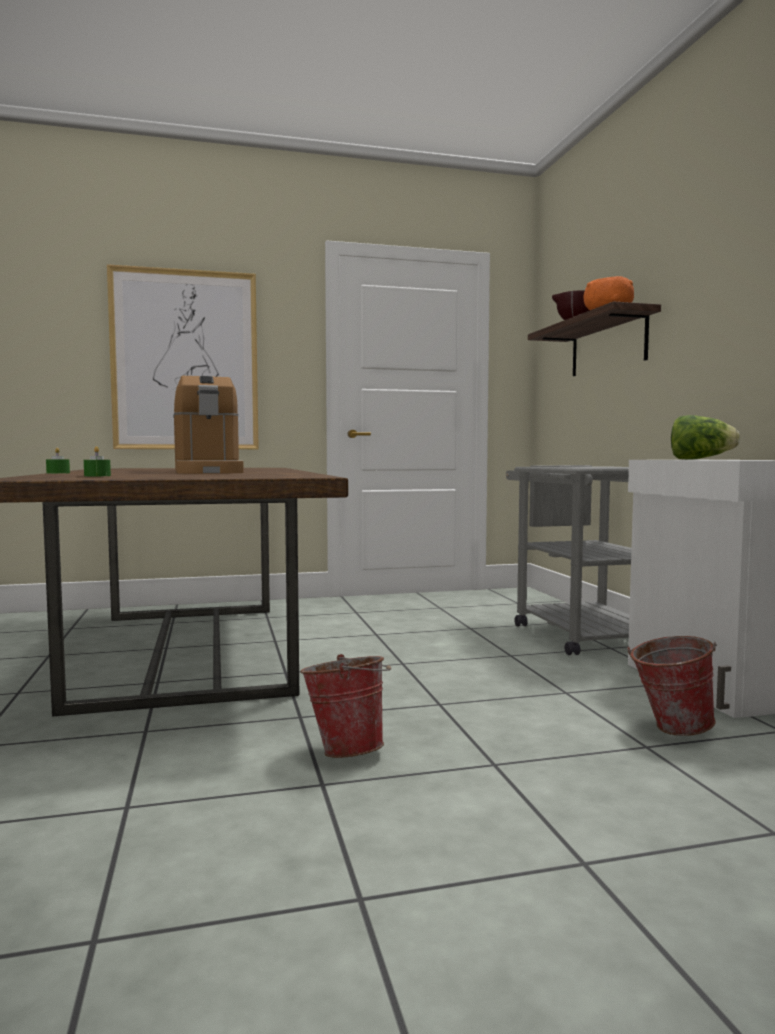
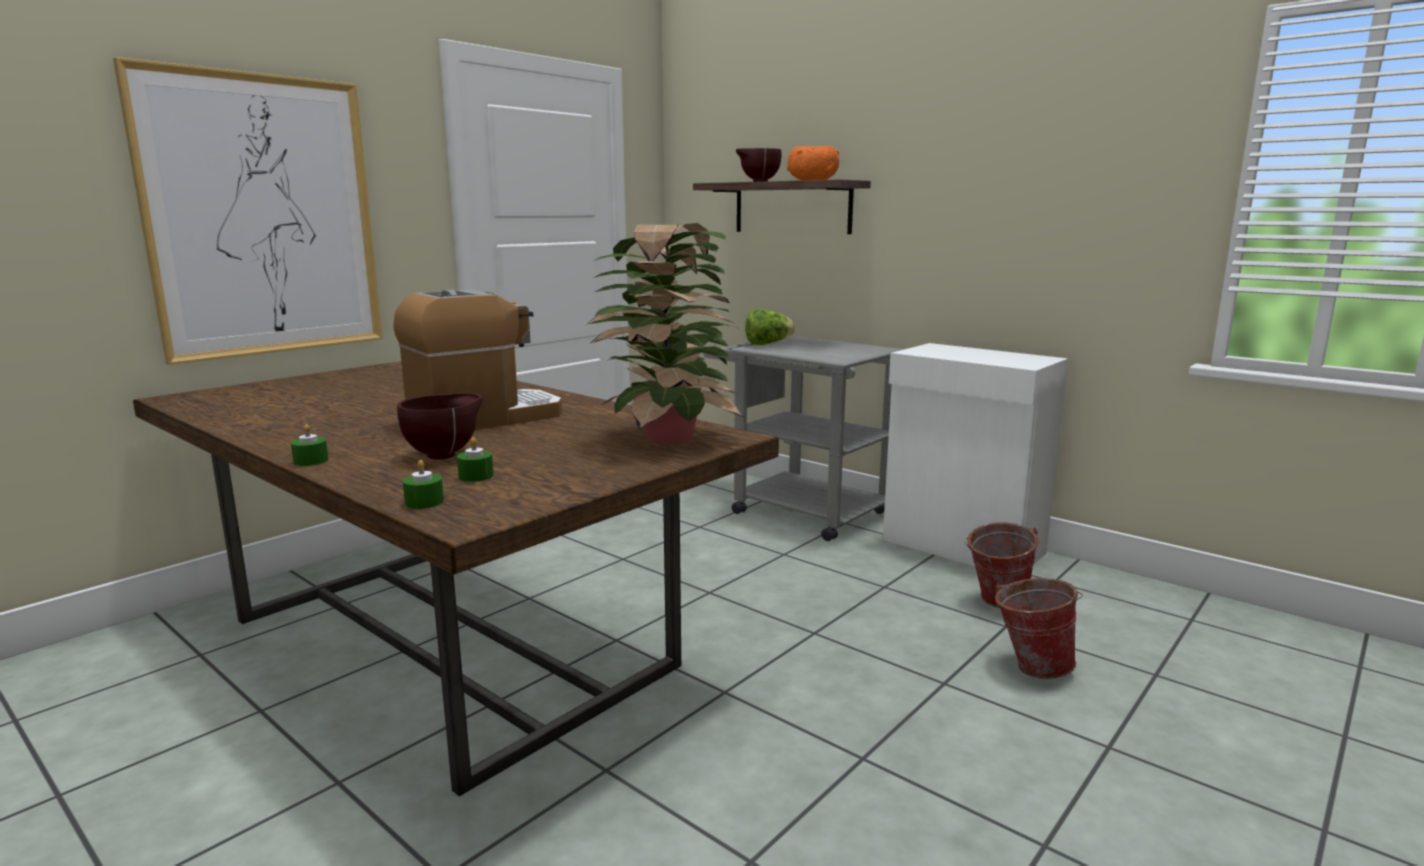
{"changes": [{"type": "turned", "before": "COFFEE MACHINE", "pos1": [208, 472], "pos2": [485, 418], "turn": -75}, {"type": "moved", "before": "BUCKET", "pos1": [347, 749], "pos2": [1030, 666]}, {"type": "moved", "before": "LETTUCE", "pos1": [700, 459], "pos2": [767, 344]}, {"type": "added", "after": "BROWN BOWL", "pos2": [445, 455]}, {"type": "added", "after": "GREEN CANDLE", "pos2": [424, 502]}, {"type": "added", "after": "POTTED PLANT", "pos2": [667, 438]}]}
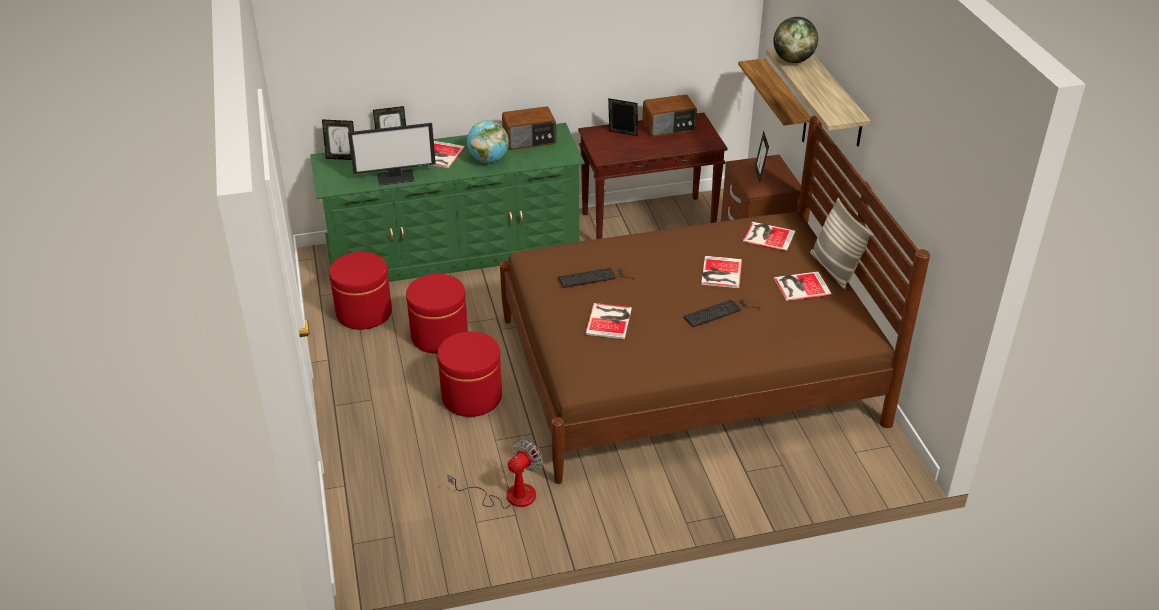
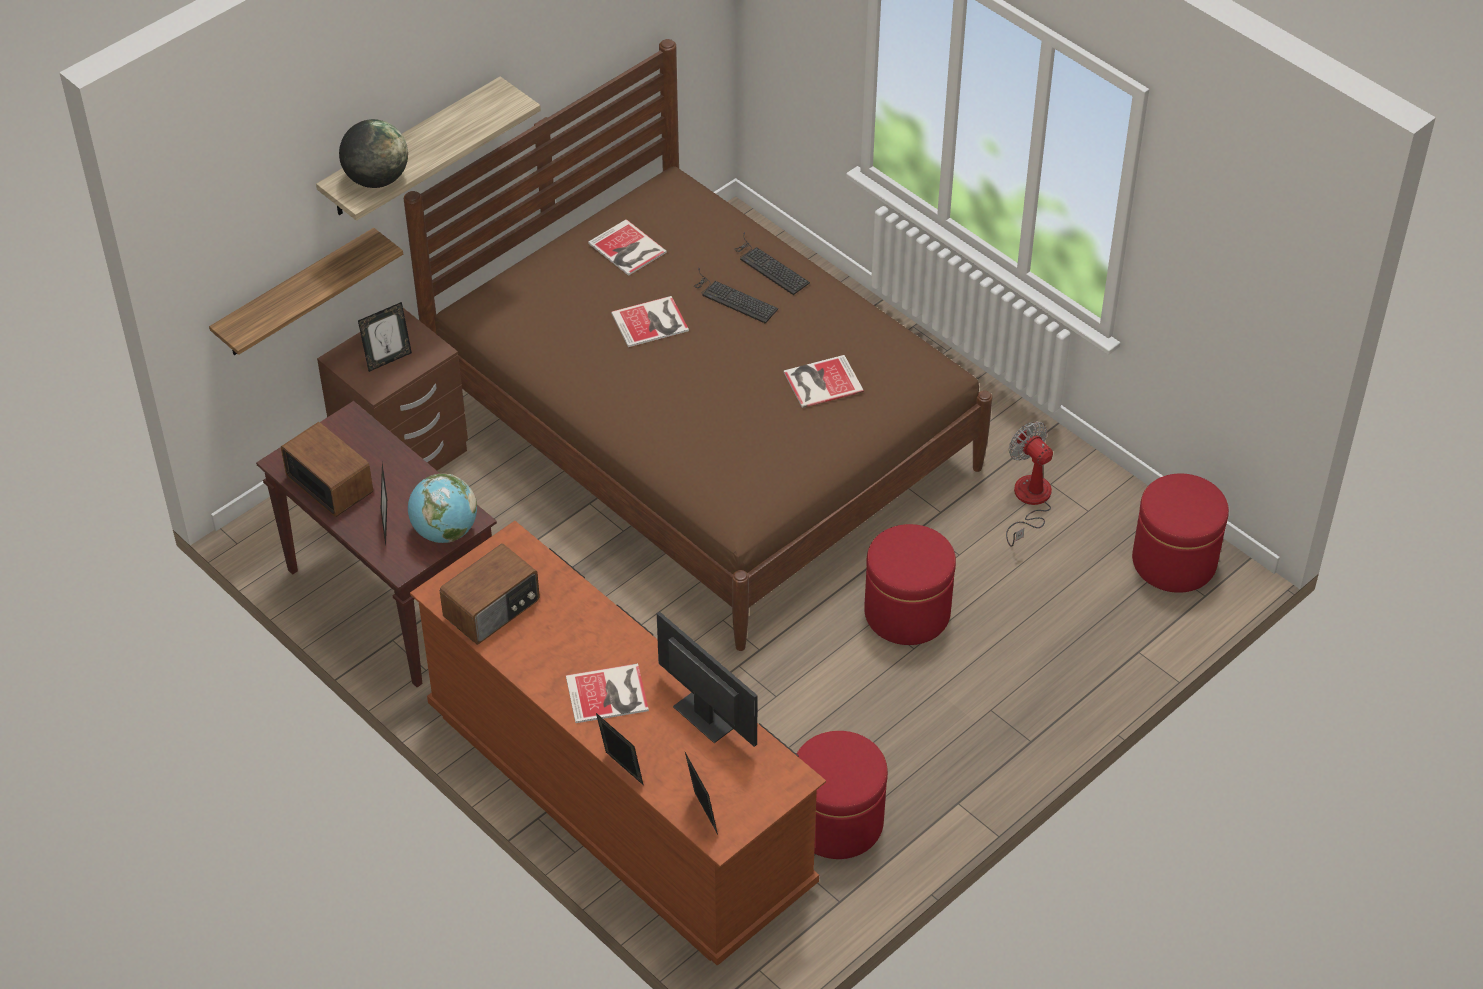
{"changes": [{"type": "recoloured", "before": "GREEN DRESSER", "after": "BROWN DRESSER", "pos1": [454, 251], "pos2": [619, 798]}, {"type": "moved", "before": "RED OTTOMAN", "pos1": [439, 336], "pos2": [1174, 561]}, {"type": "turned", "before": "FAN", "pos1": [509, 495], "pos2": [1029, 501], "turn": 45}, {"type": "moved", "before": "GLOBE", "pos1": [488, 159], "pos2": [445, 531]}, {"type": "turned", "before": "RADIO", "pos1": [530, 140], "pos2": [493, 609], "turn": 90}, {"type": "moved", "before": "KEYBOARD", "pos1": [594, 278], "pos2": [768, 266]}, {"type": "removed", "before": "BOOK", "pos1": [767, 236]}, {"type": "removed", "before": "PILLOW", "pos1": [834, 269]}]}
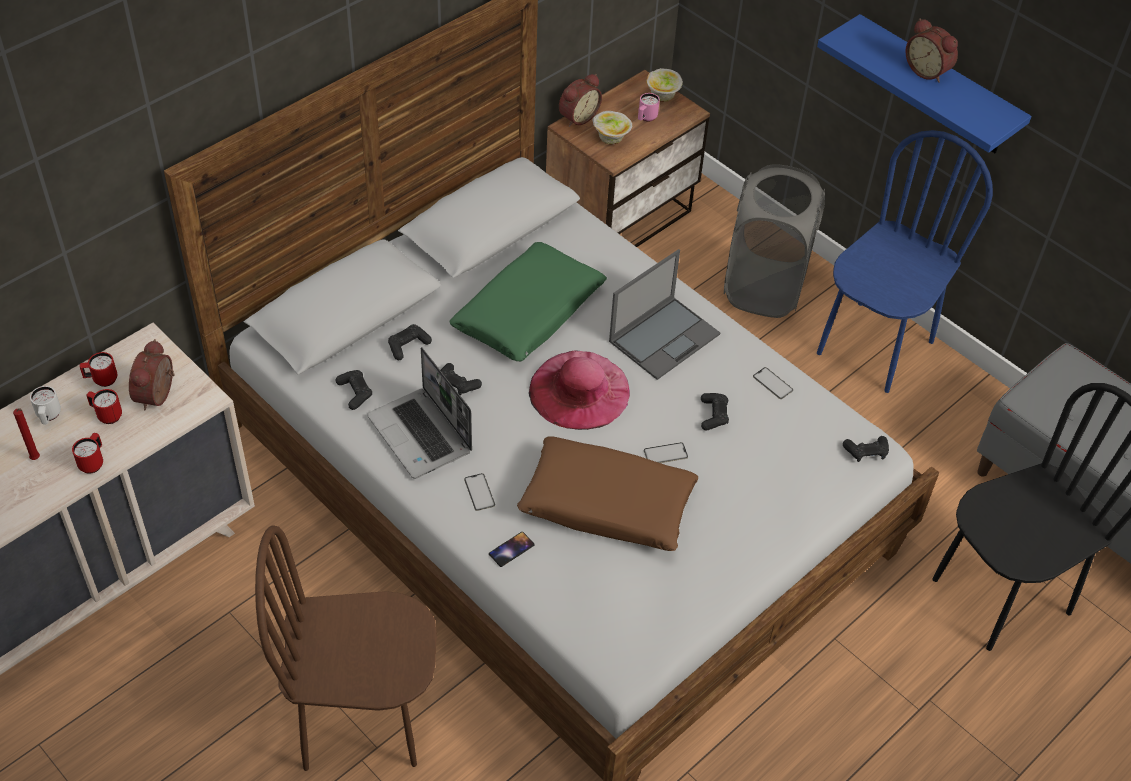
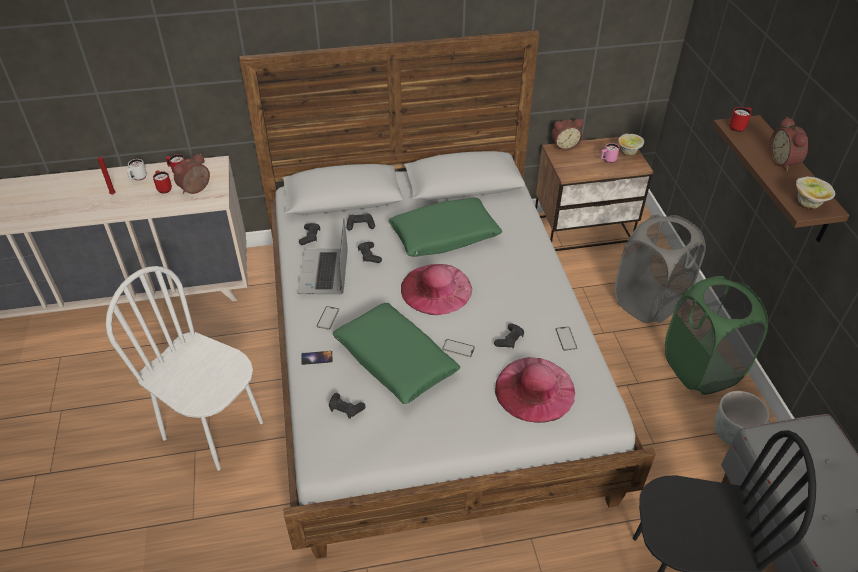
{"changes": [{"type": "moved", "before": "RED MUG", "pos1": [93, 462], "pos2": [738, 127]}, {"type": "recoloured", "before": "BROWN CHAIR", "after": "WHITE CHAIR", "pos1": [363, 720], "pos2": [214, 429]}, {"type": "recoloured", "before": "BROWN PILLOW", "after": "GREEN PILLOW", "pos1": [607, 505], "pos2": [395, 360]}, {"type": "moved", "before": "BOWL", "pos1": [611, 139], "pos2": [808, 204]}, {"type": "removed", "before": "LAPTOP", "pos1": [665, 337]}, {"type": "recoloured", "before": "BLUE SHELF", "after": "BROWN SHELF", "pos1": [936, 87], "pos2": [793, 181]}, {"type": "replaced", "before": "BLUE CHAIR", "after": "GREEN LAUNDRY BASKET", "pos1": [874, 347], "pos2": [701, 368]}, {"type": "moved", "before": "BLACK GAME CONTROLLER", "pos1": [866, 452], "pos2": [345, 409]}, {"type": "added", "after": "PINK HAT", "pos2": [535, 389]}, {"type": "added", "after": "GREY PLANTER", "pos2": [733, 434]}]}
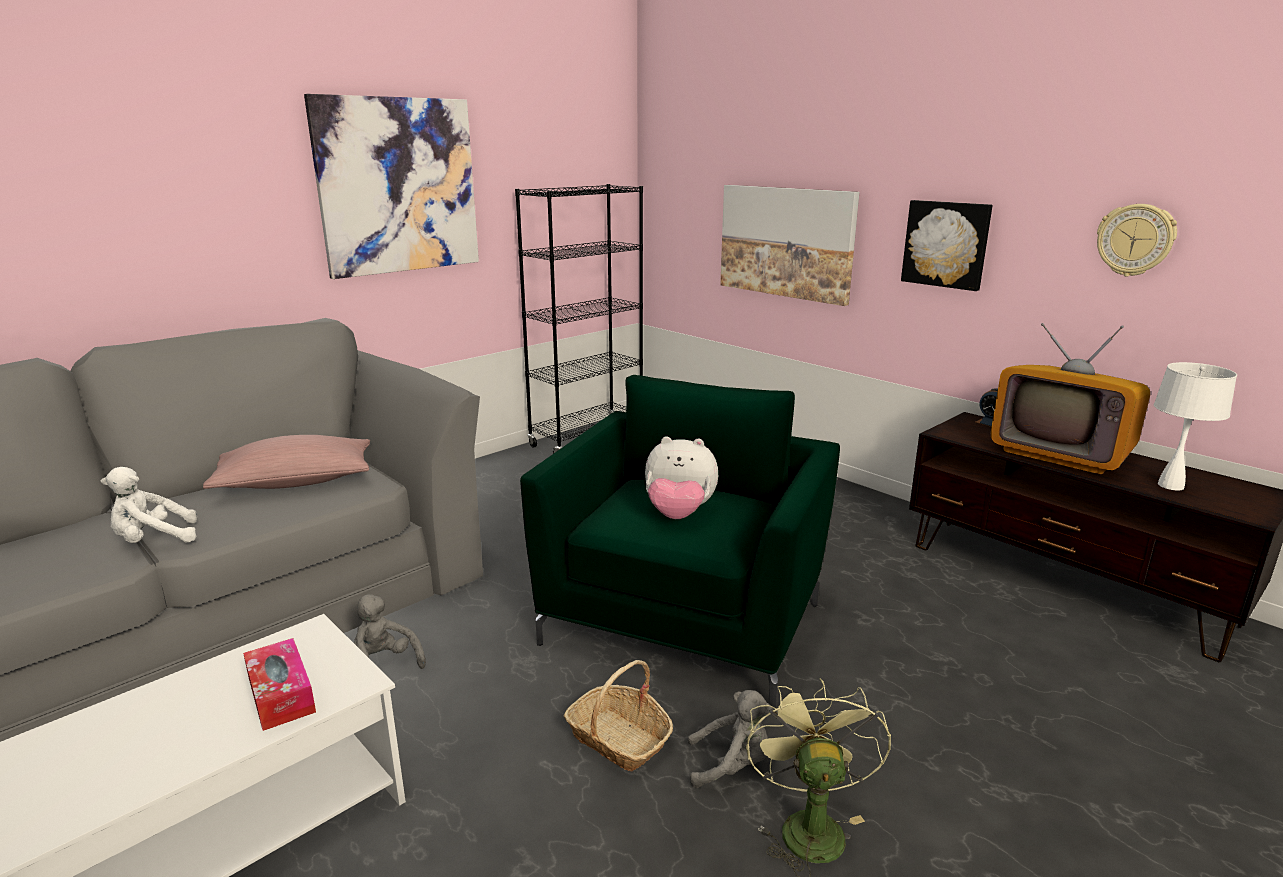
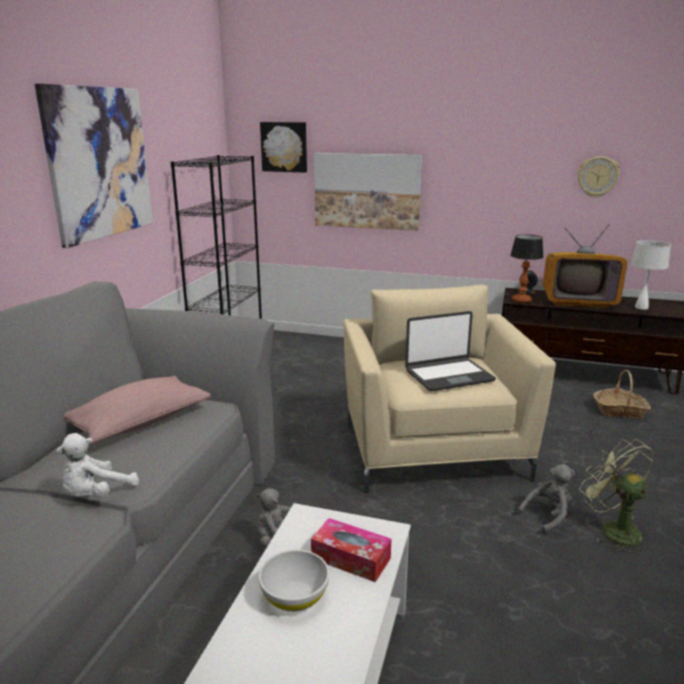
{"changes": [{"type": "recoloured", "before": "GREEN ARMCHAIR", "after": "BEIGE ARMCHAIR", "pos1": [686, 620], "pos2": [434, 449]}, {"type": "moved", "before": "BASKET", "pos1": [619, 739], "pos2": [619, 410]}, {"type": "replaced", "before": "PLUSH TOY", "after": "LAPTOP", "pos1": [679, 514], "pos2": [448, 375]}, {"type": "moved", "before": "PICTURE", "pos1": [946, 244], "pos2": [284, 147]}, {"type": "added", "after": "WHITE BOWL", "pos2": [295, 596]}, {"type": "added", "after": "TABLE LAMP", "pos2": [521, 300]}]}
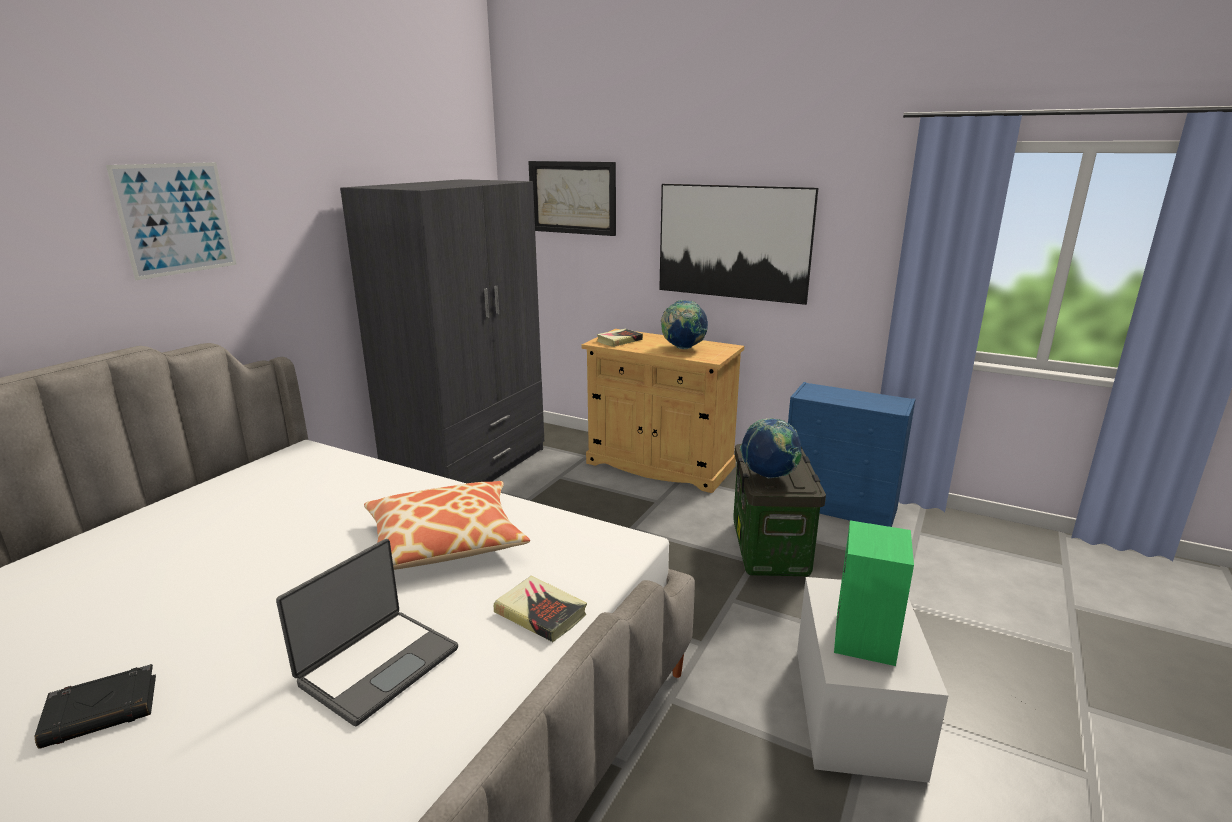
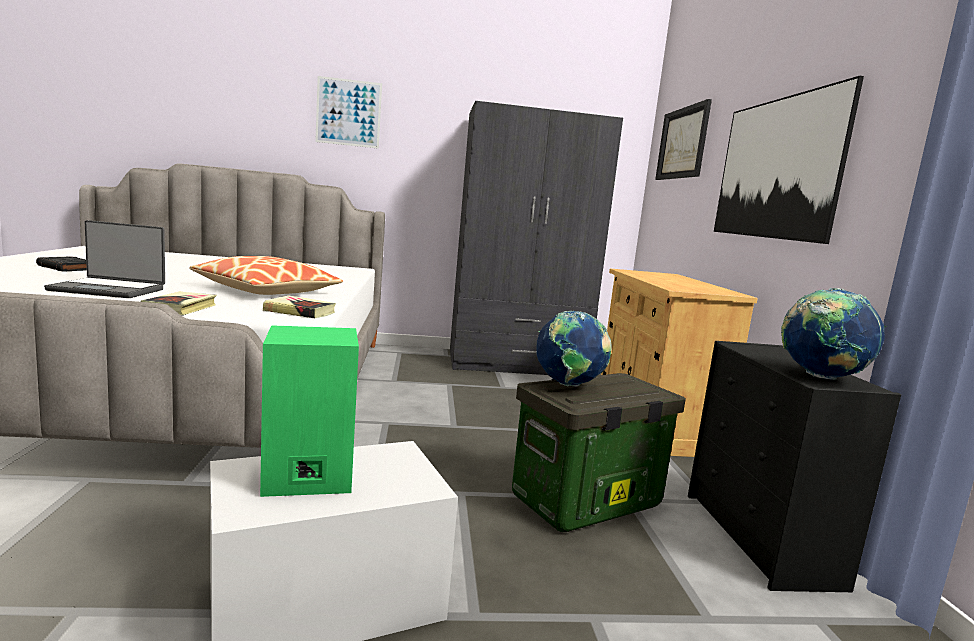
{"changes": [{"type": "moved", "before": "BOOK", "pos1": [619, 341], "pos2": [300, 312]}, {"type": "moved", "before": "GLOBE", "pos1": [683, 348], "pos2": [820, 377]}, {"type": "recoloured", "before": "BLUE DRESSER", "after": "BLACK DRESSER", "pos1": [840, 508], "pos2": [761, 539]}]}
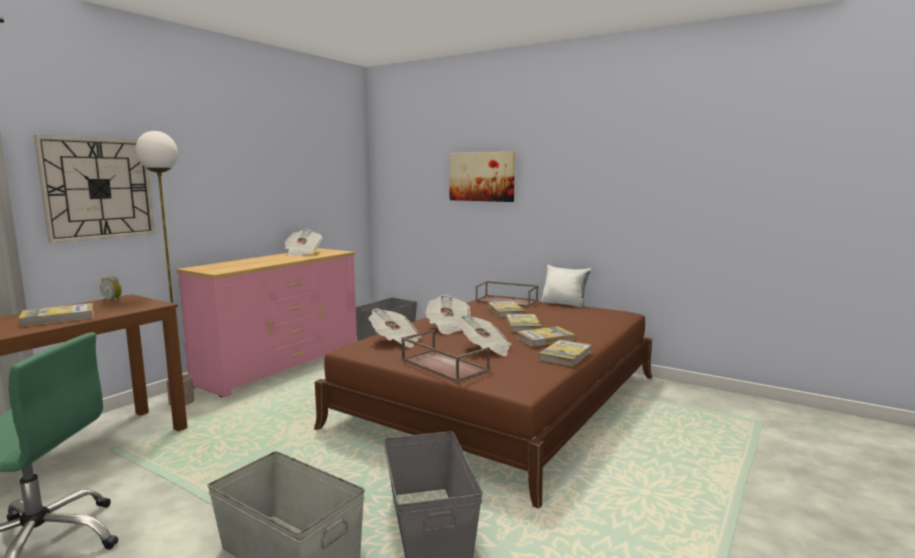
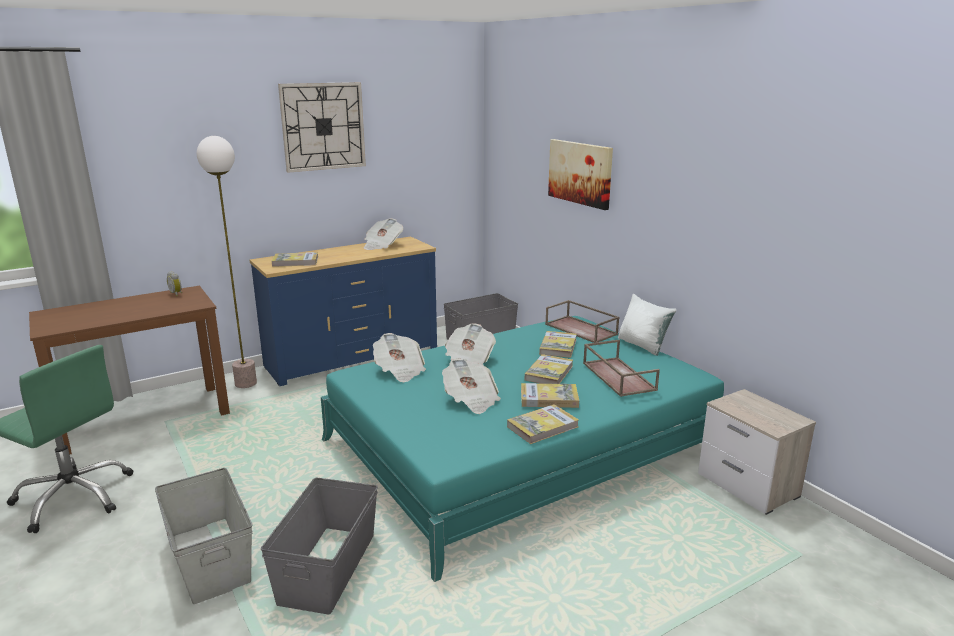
{"changes": [{"type": "moved", "before": "BOOK", "pos1": [58, 318], "pos2": [295, 262]}, {"type": "moved", "before": "WALL CLOCK", "pos1": [98, 188], "pos2": [323, 126]}, {"type": "recoloured", "before": "PINK DRESSER", "after": "BLUE DRESSER", "pos1": [280, 365], "pos2": [352, 357]}, {"type": "recoloured", "before": "BROWN BED", "after": "TURQUOISE BED", "pos1": [502, 400], "pos2": [520, 448]}, {"type": "moved", "before": "BROWN TRAY", "pos1": [443, 365], "pos2": [617, 376]}, {"type": "added", "after": "NIGHTSTAND", "pos2": [749, 486]}]}
